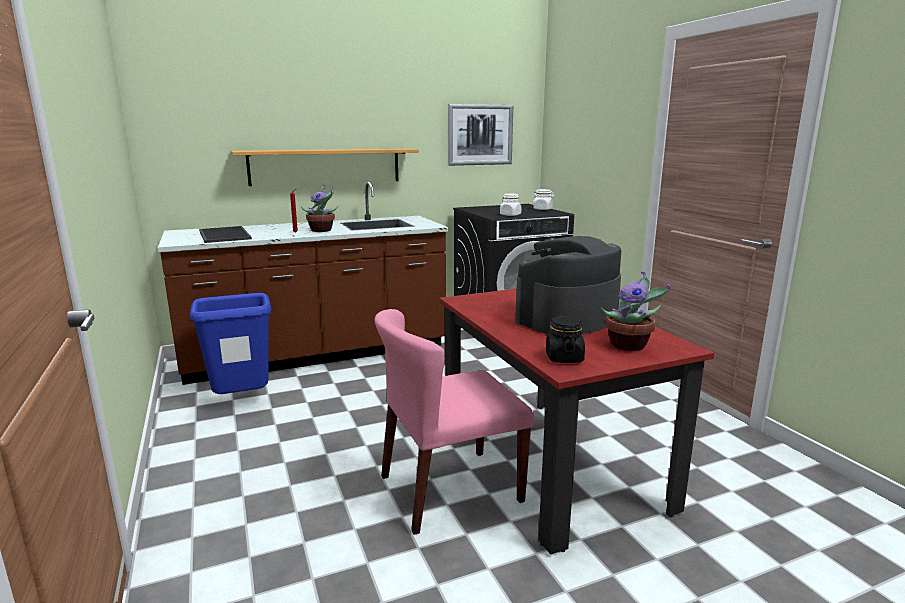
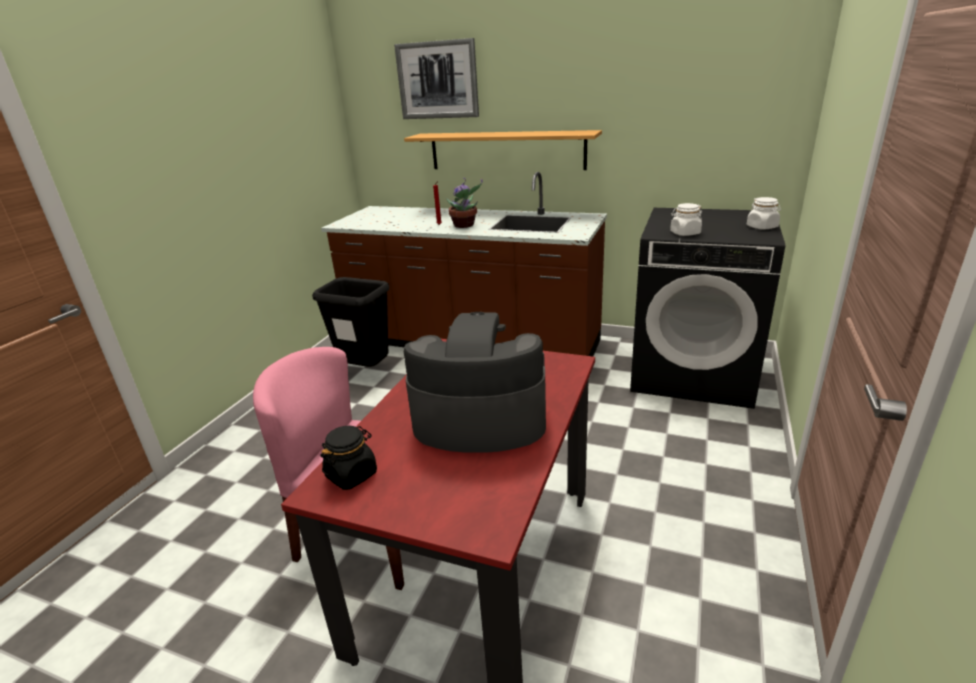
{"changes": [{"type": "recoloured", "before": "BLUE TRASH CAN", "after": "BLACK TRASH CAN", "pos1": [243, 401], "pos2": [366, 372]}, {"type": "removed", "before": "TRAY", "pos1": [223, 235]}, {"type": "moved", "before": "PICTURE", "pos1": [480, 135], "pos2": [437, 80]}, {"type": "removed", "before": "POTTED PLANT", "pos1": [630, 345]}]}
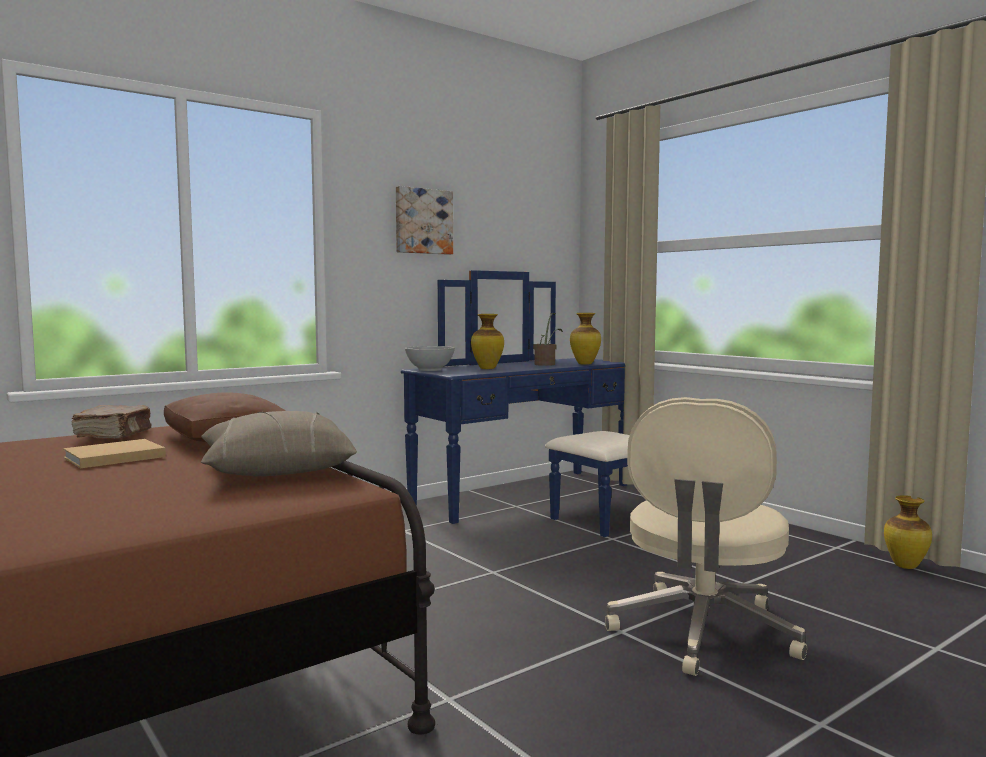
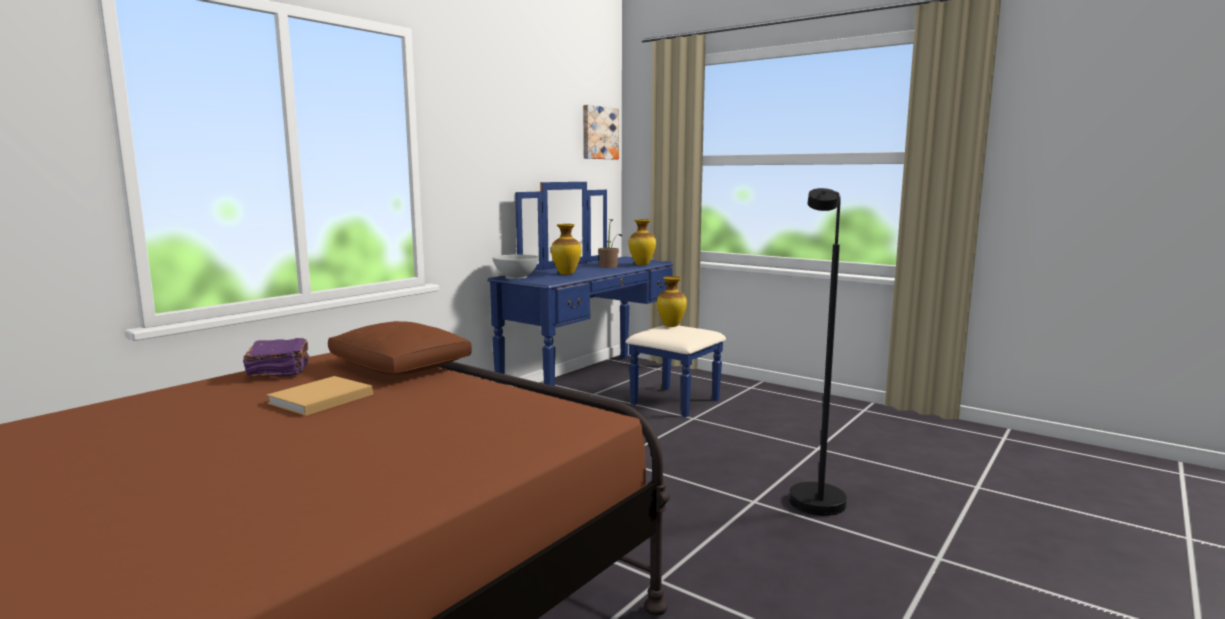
{"changes": [{"type": "recoloured", "before": "BROWN BOOK", "after": "PURPLE BOOK", "pos1": [114, 435], "pos2": [280, 371]}, {"type": "removed", "before": "BEIGE PILLOW", "pos1": [276, 470]}, {"type": "moved", "before": "PICTURE", "pos1": [423, 221], "pos2": [599, 133]}, {"type": "replaced", "before": "BEIGE OFFICE CHAIR", "after": "BLACK FLOOR LAMP", "pos1": [702, 633], "pos2": [814, 495]}, {"type": "moved", "before": "VASE", "pos1": [906, 566], "pos2": [671, 326]}]}
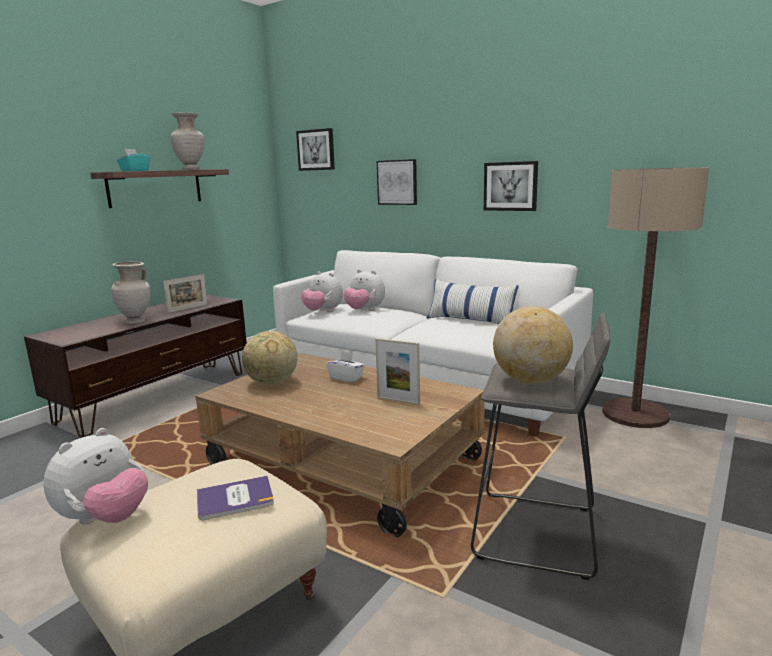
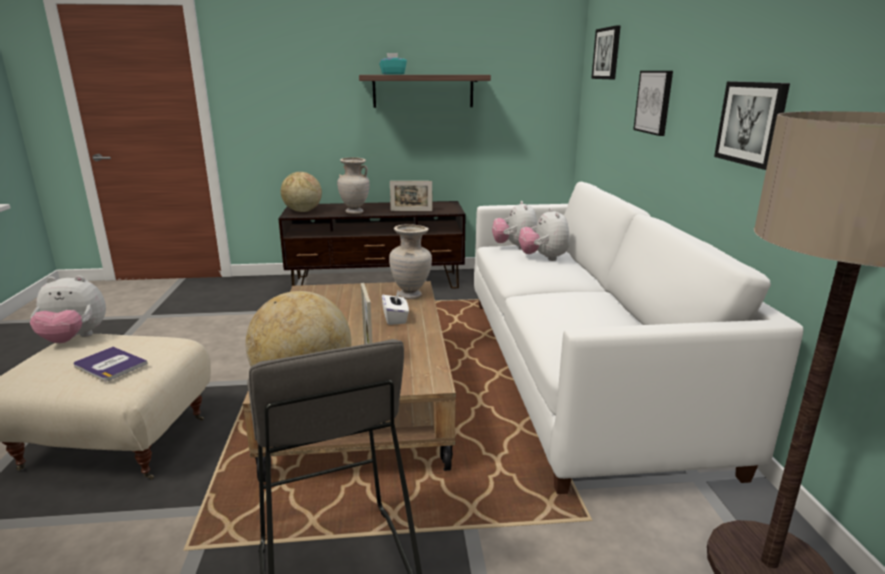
{"changes": [{"type": "moved", "before": "BEIGE VASE", "pos1": [191, 169], "pos2": [411, 296]}, {"type": "moved", "before": "GLOBE", "pos1": [272, 383], "pos2": [302, 211]}, {"type": "removed", "before": "PILLOW", "pos1": [470, 320]}]}
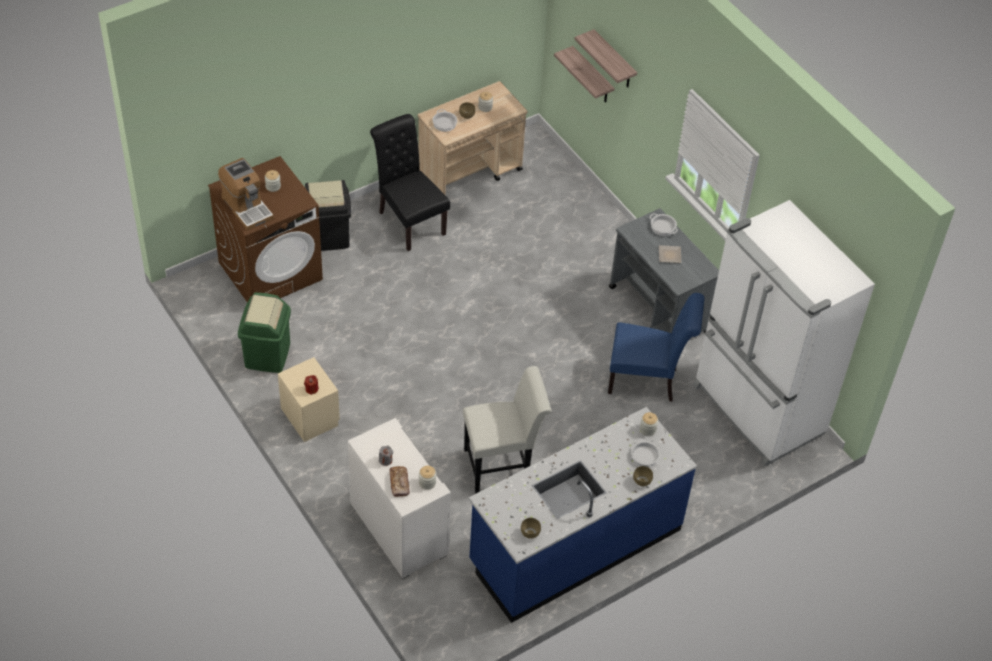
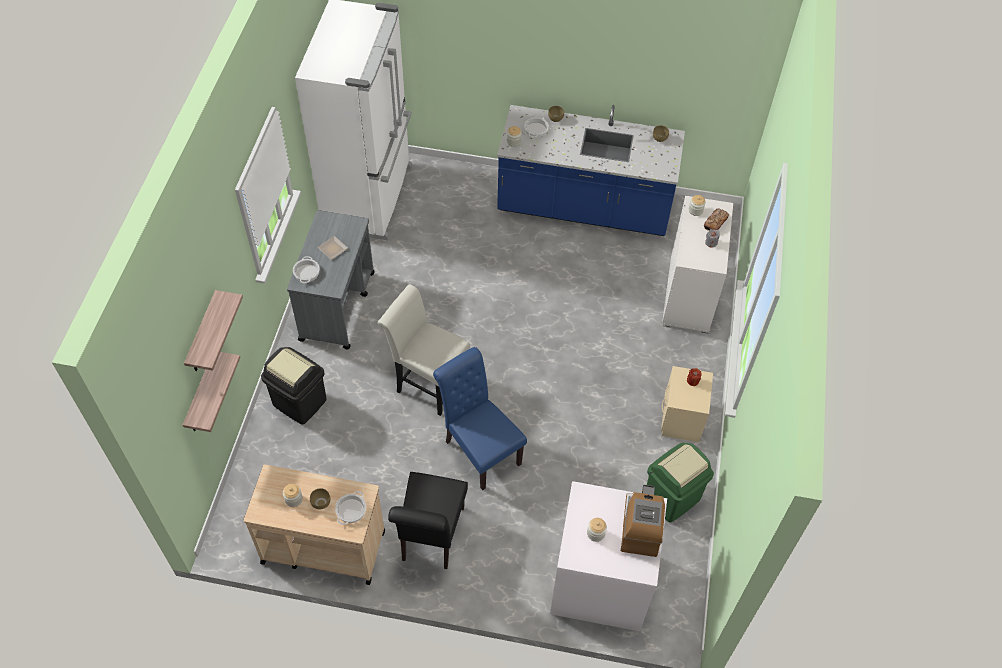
{"changes": [{"type": "recoloured", "before": "BROWN WASHING MACHINE", "after": "WHITE WASHING MACHINE", "pos1": [271, 270], "pos2": [599, 582]}, {"type": "moved", "before": "BLACK TRASH CAN", "pos1": [328, 236], "pos2": [299, 402]}, {"type": "moved", "before": "WHITE CHAIR", "pos1": [502, 465], "pos2": [427, 382]}, {"type": "moved", "before": "BLUE CHAIR", "pos1": [647, 381], "pos2": [479, 449]}]}
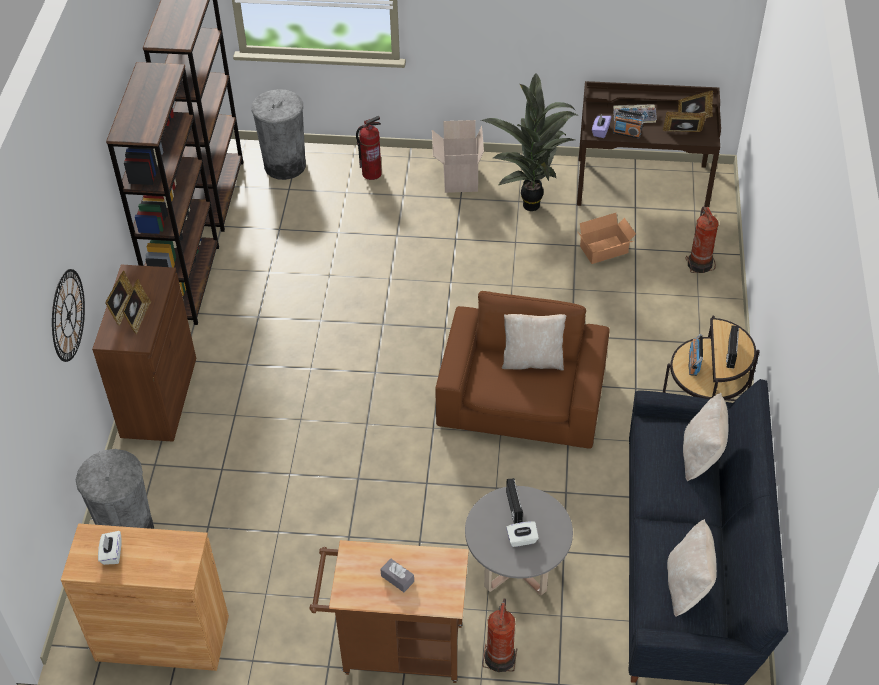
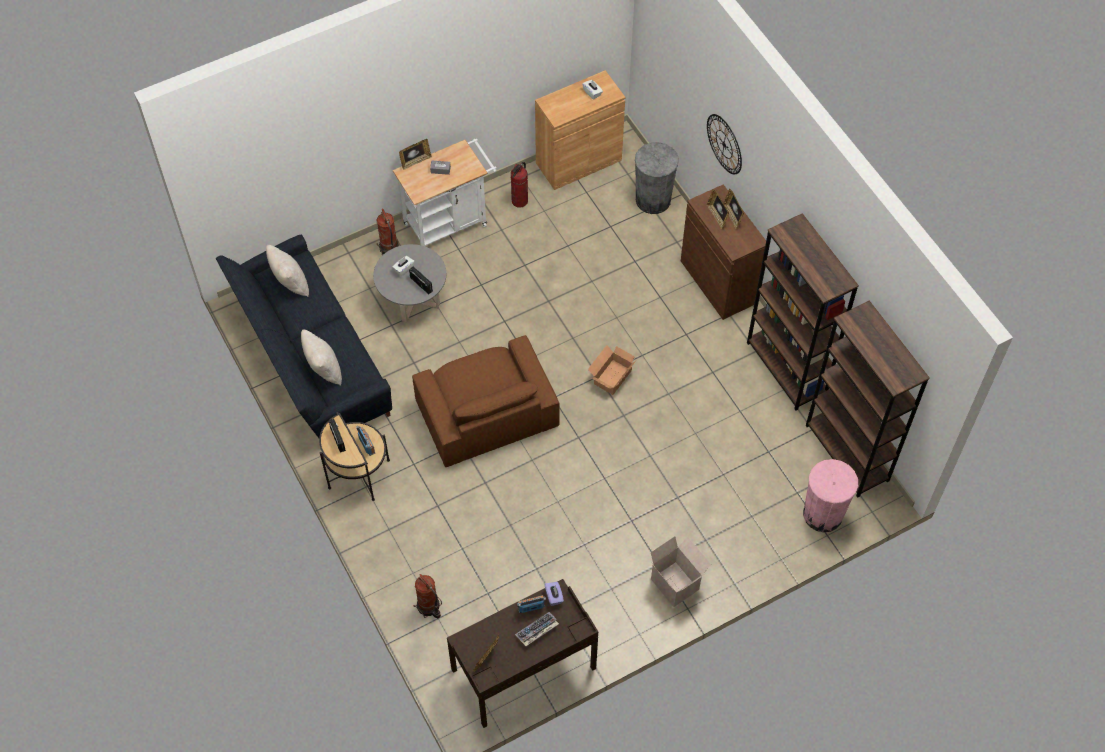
{"changes": [{"type": "recoloured", "before": "GREY TRASH CAN", "after": "PINK TRASH CAN", "pos1": [285, 165], "pos2": [823, 514]}, {"type": "recoloured", "before": "BROWN CART", "after": "WHITE CART", "pos1": [395, 649], "pos2": [450, 222]}, {"type": "moved", "before": "FIRE EXTINGUISHER", "pos1": [371, 173], "pos2": [519, 201]}, {"type": "removed", "before": "POTTED PLANT", "pos1": [531, 202]}, {"type": "removed", "before": "BEIGE PILLOW", "pos1": [532, 360]}, {"type": "moved", "before": "CARDBOARD BOX", "pos1": [605, 250], "pos2": [611, 377]}, {"type": "moved", "before": "PICTURE FRAME", "pos1": [682, 133], "pos2": [415, 161]}]}
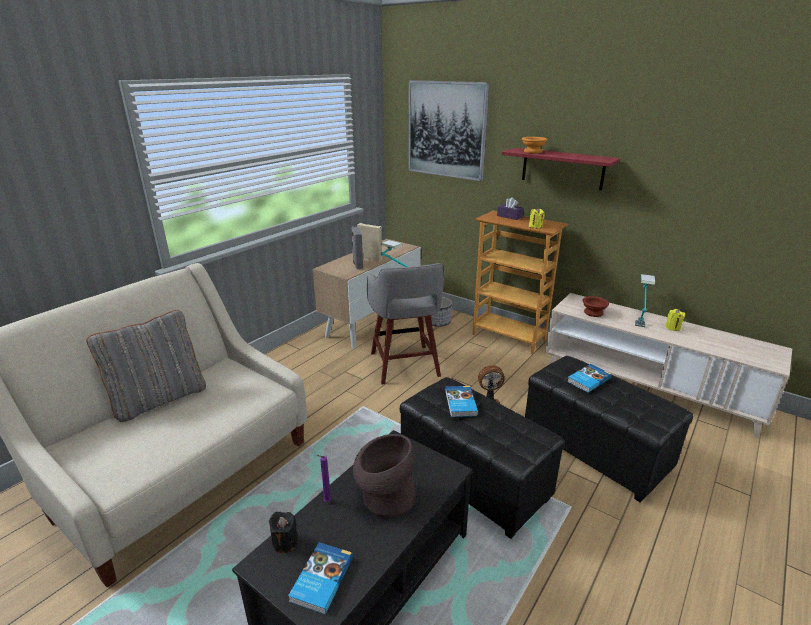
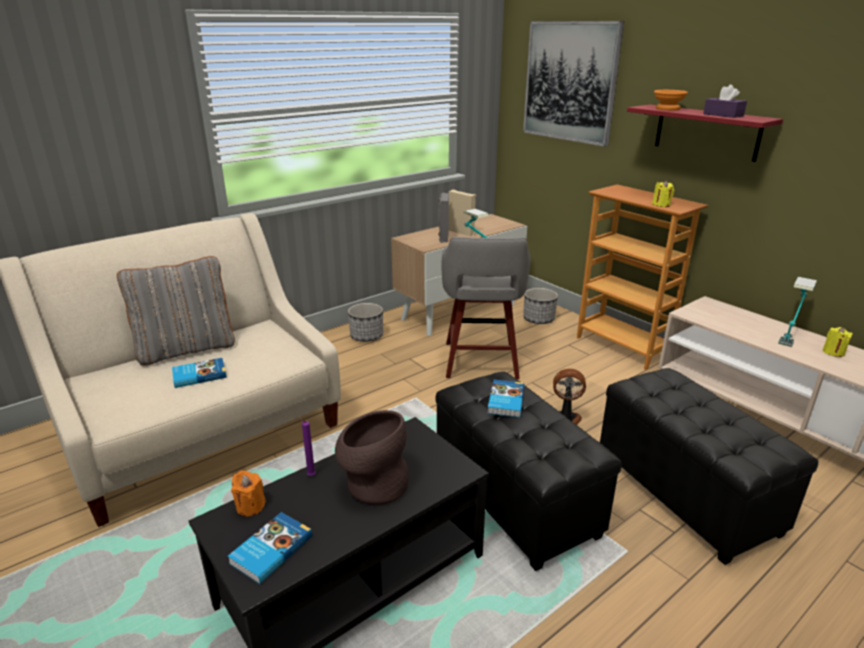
{"changes": [{"type": "recoloured", "before": "BLACK CANDLE", "after": "ORANGE CANDLE", "pos1": [285, 542], "pos2": [250, 506]}, {"type": "moved", "before": "PURPLE TISSUE BOX", "pos1": [509, 216], "pos2": [723, 115]}, {"type": "moved", "before": "BOOK", "pos1": [588, 380], "pos2": [199, 375]}, {"type": "removed", "before": "BROWN BOWL", "pos1": [594, 312]}, {"type": "added", "after": "PLANTER", "pos2": [366, 336]}]}
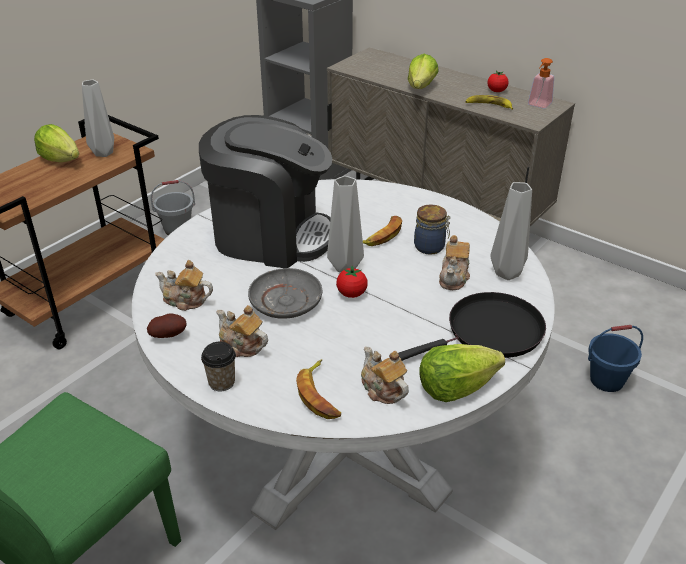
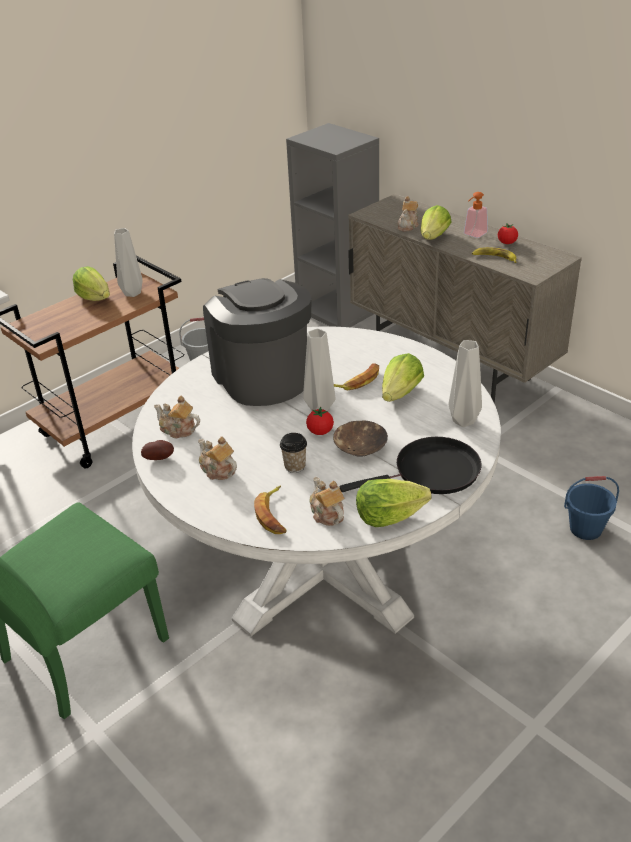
{"changes": [{"type": "turned", "before": "COFFEE MACHINE", "pos1": [271, 236], "pos2": [261, 377], "turn": -135}, {"type": "moved", "before": "CUP", "pos1": [221, 382], "pos2": [295, 466]}, {"type": "removed", "before": "GREY PLATE", "pos1": [286, 302]}, {"type": "replaced", "before": "JAR", "after": "LETTUCE", "pos1": [430, 247], "pos2": [401, 393]}, {"type": "moved", "before": "TEAPOT", "pos1": [454, 277], "pos2": [408, 225]}, {"type": "moved", "before": "SOAP DISPENSER", "pos1": [538, 105], "pos2": [473, 235]}, {"type": "added", "after": "BROWN BOWL", "pos2": [360, 447]}]}
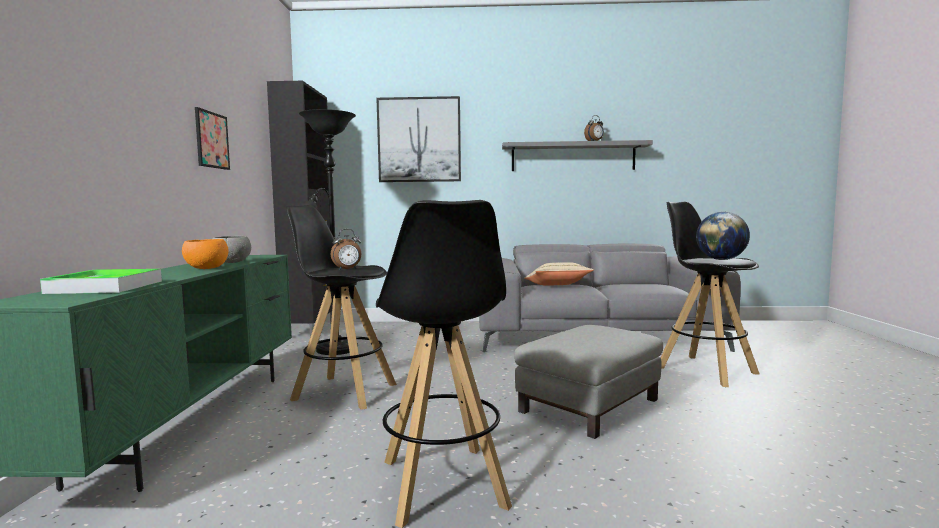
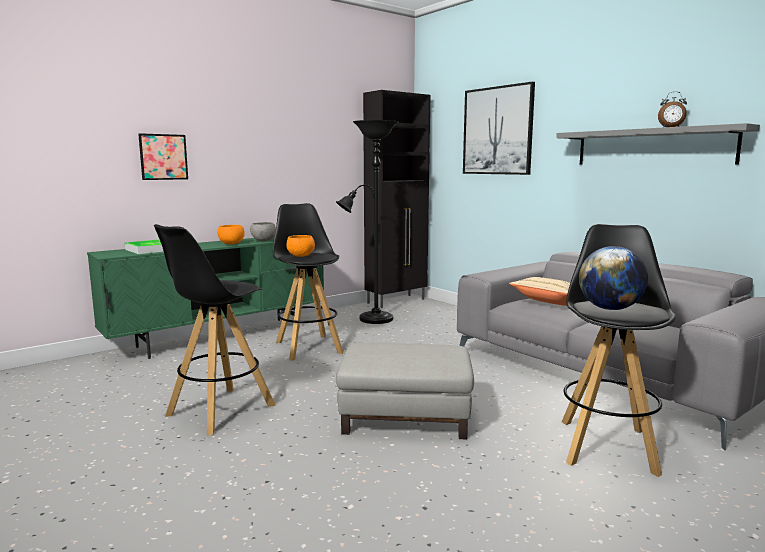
{"changes": [{"type": "moved", "before": "PICTURE", "pos1": [212, 140], "pos2": [163, 157]}, {"type": "replaced", "before": "ALARM CLOCK", "after": "ORANGE BOWL", "pos1": [347, 269], "pos2": [301, 256]}]}
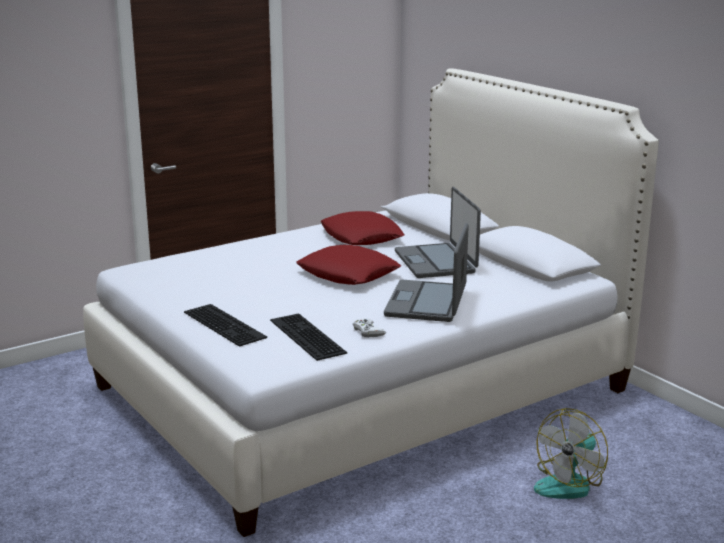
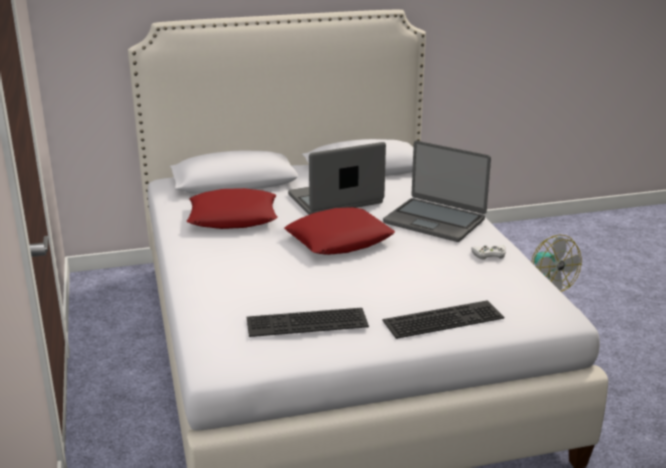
{"changes": [{"type": "moved", "before": "KEYBOARD", "pos1": [304, 336], "pos2": [306, 324]}, {"type": "turned", "before": "LAPTOP", "pos1": [436, 262], "pos2": [336, 200], "turn": 150}]}
